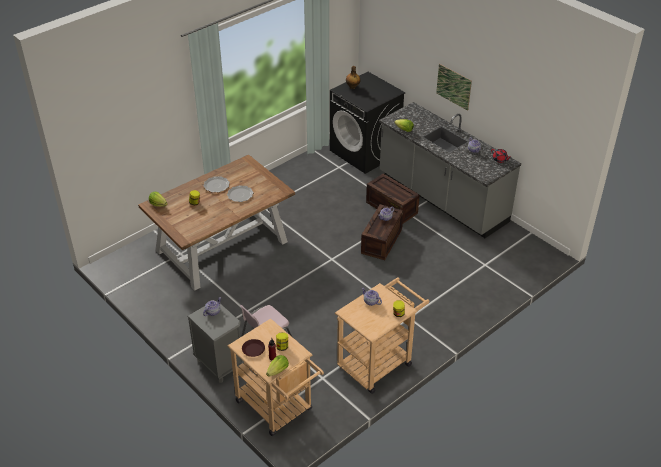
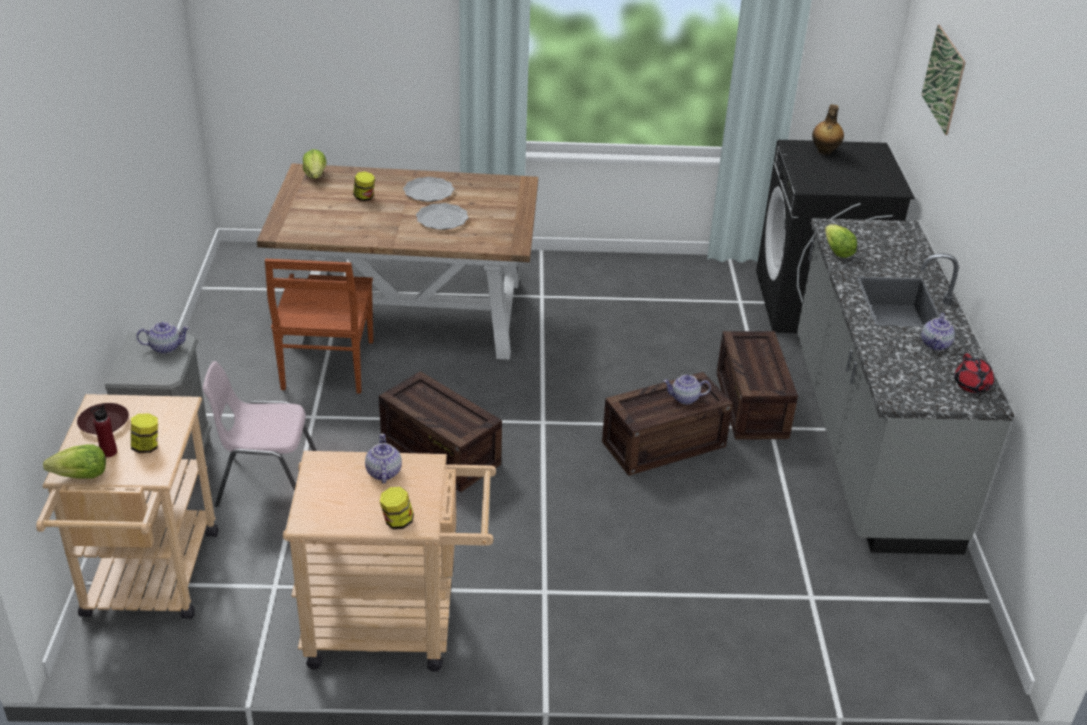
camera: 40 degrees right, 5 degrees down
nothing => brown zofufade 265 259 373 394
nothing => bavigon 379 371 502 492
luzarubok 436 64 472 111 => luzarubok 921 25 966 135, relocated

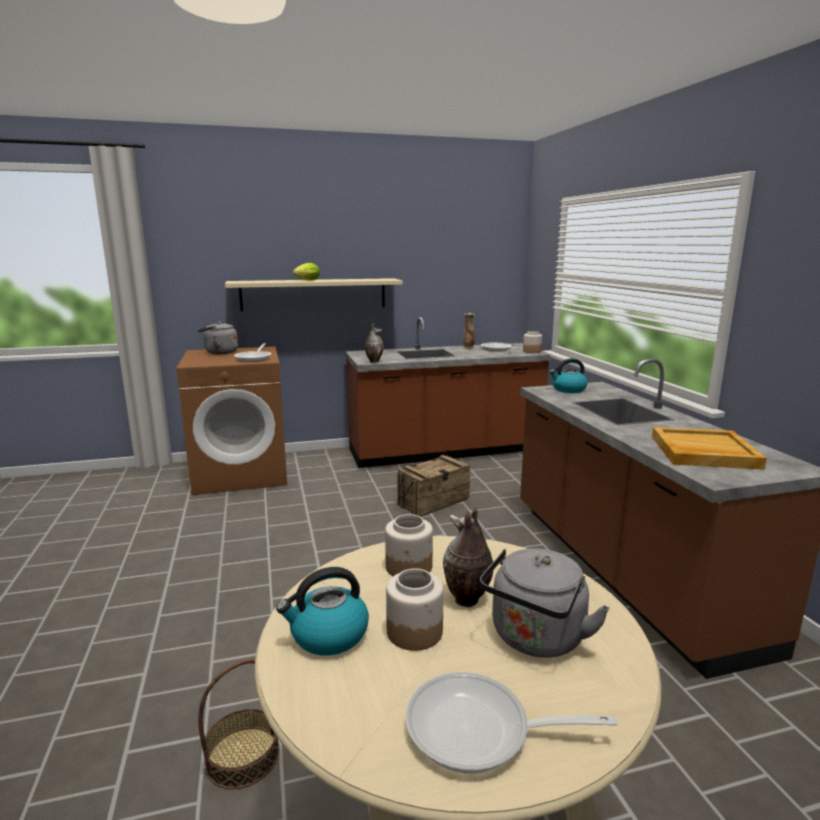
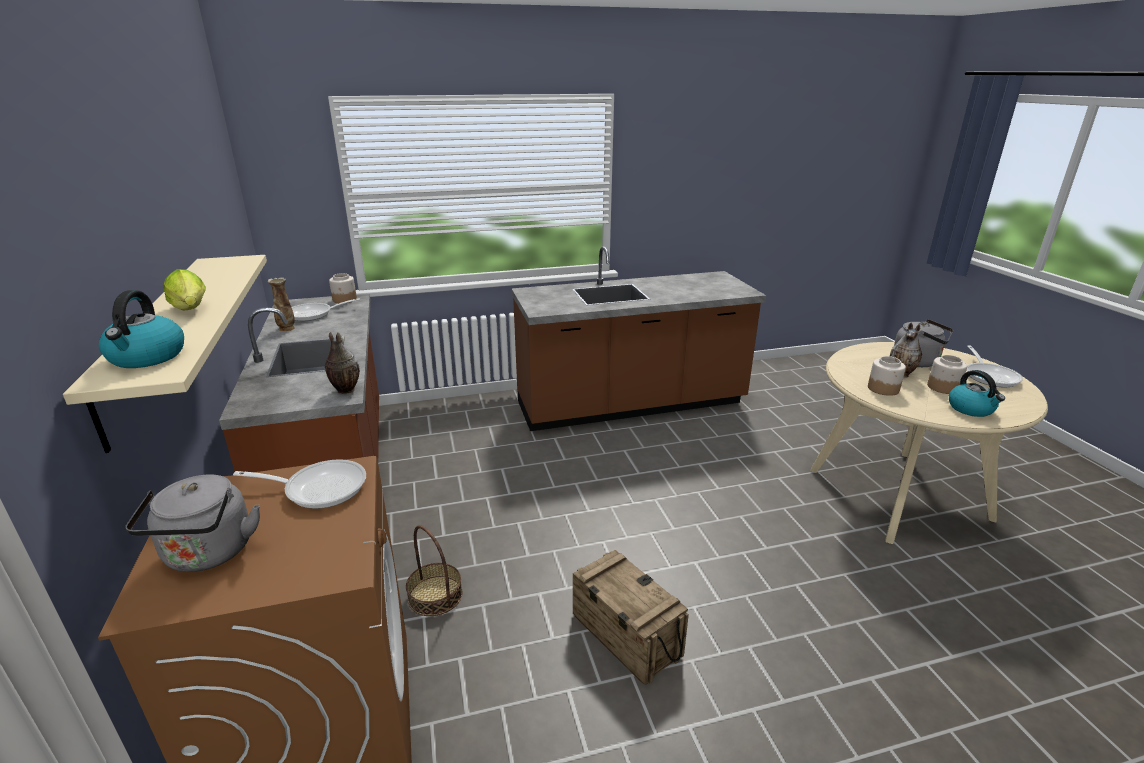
camera: 90 degrees left, 10 degrees up
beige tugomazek 652 427 767 470 => nothing
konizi 198 659 279 789 => konizi 406 525 463 616, relocated
bavigon 397 455 470 517 => bavigon 573 550 689 685, relocated
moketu 550 358 587 393 => moketu 99 290 184 368, relocated

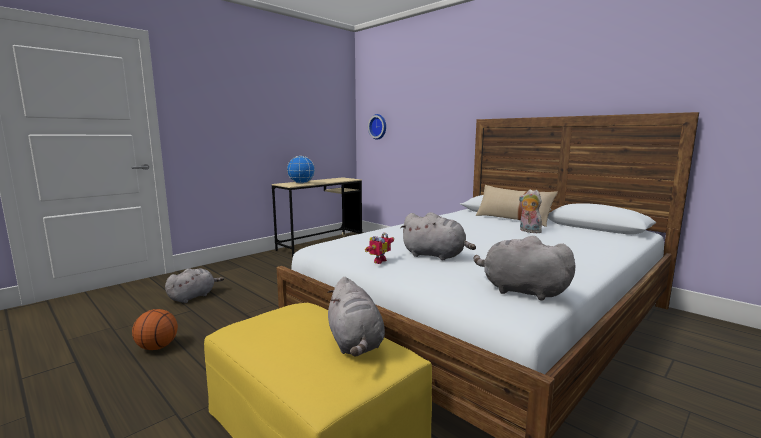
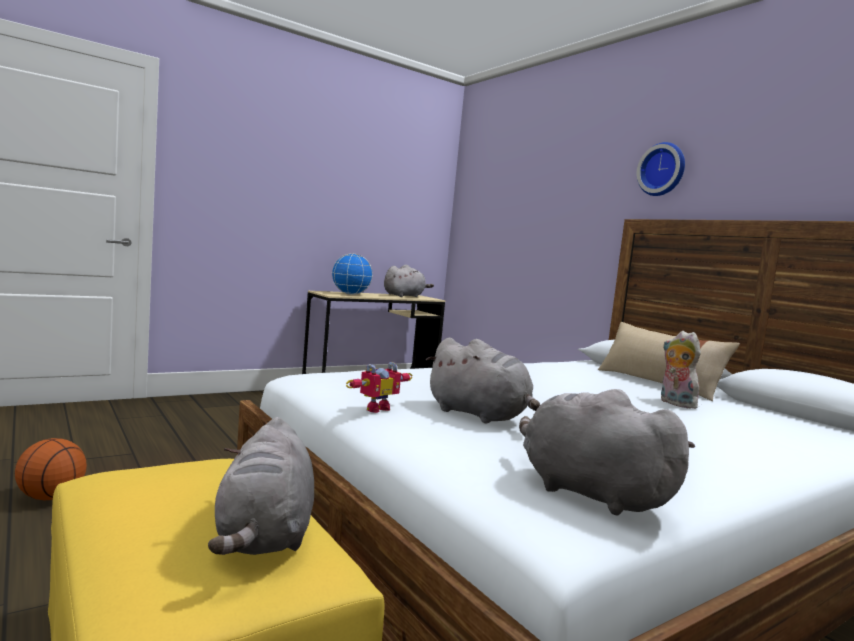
camera: 10 degrees right, 5 degrees down
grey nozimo 165 268 224 303 => grey nozimo 384 265 434 297, relocated
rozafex 368 114 386 140 => rozafex 637 142 685 196, relocated

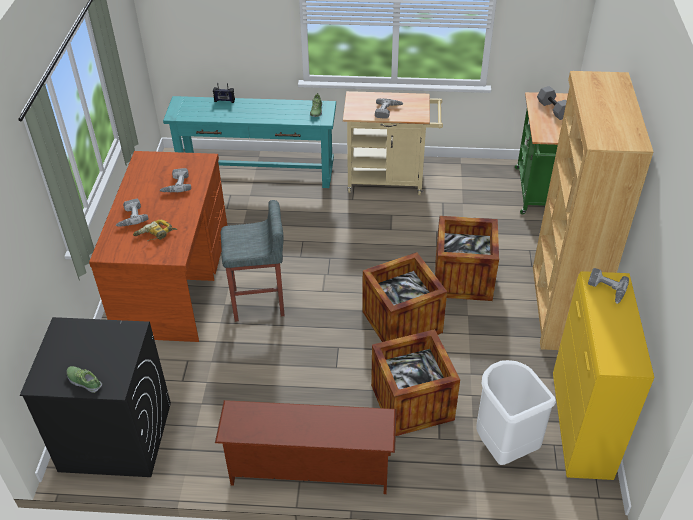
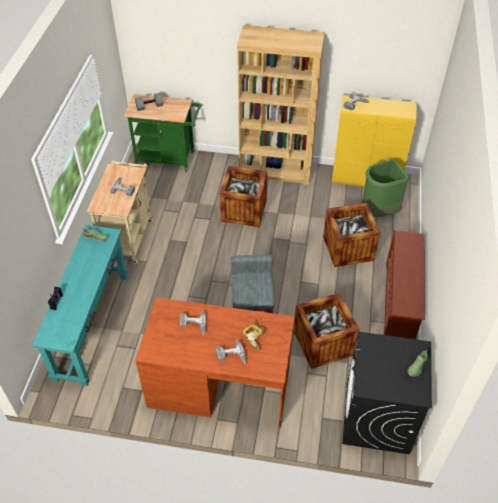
camera: 85 degrees left, 5 degrees up
bavigon 362 252 447 342 => bavigon 294 293 360 369, relocated
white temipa 476 360 556 465 => green temipa 362 159 409 217

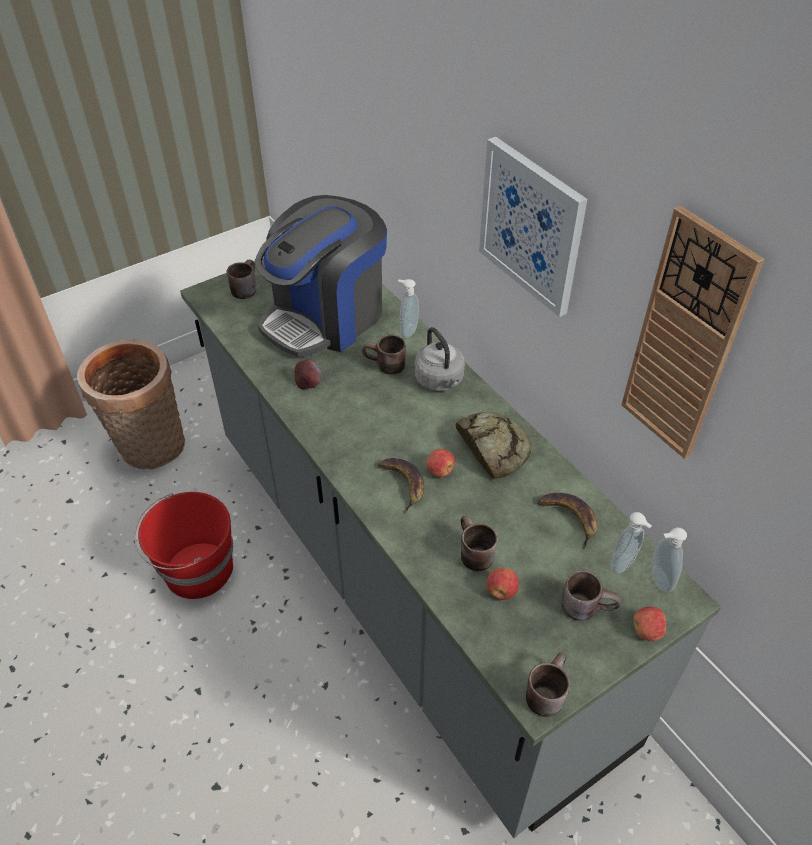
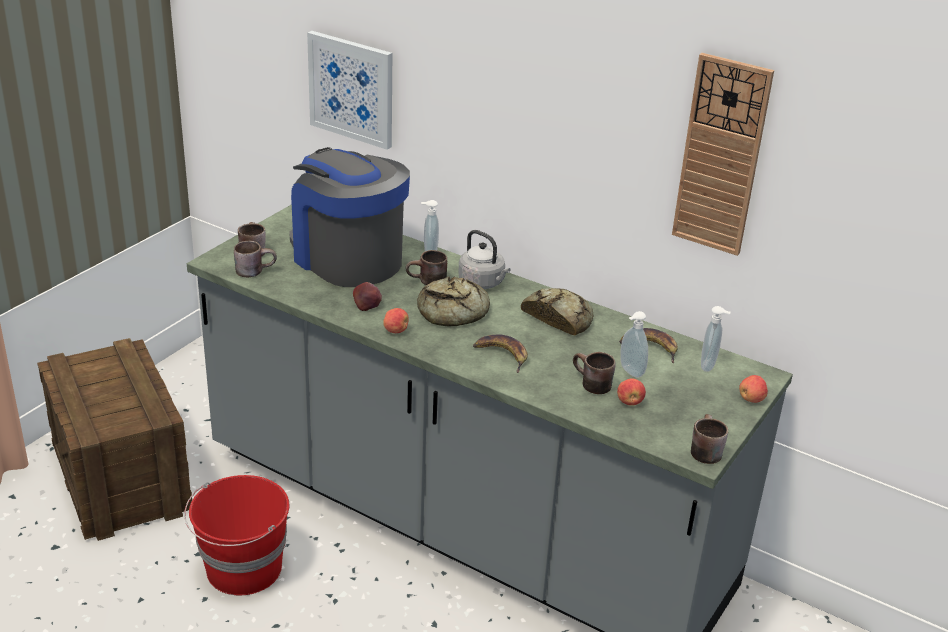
camera: 25 degrees left, 15 degrees down
nothing => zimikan 417 276 490 326
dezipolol 426 449 455 477 => dezipolol 383 308 409 333, relocated
luzarubok 479 137 587 317 => luzarubok 307 31 392 150, relocated
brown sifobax 562 570 621 620 => brown sifobax 234 241 277 277, relocated
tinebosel 652 527 687 592 => tinebosel 620 311 648 378, relocated
konizi 77 339 185 469 => bavigon 37 338 192 541
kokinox 255 195 387 357 => kokinox 289 147 410 287, 120 degrees clockwise

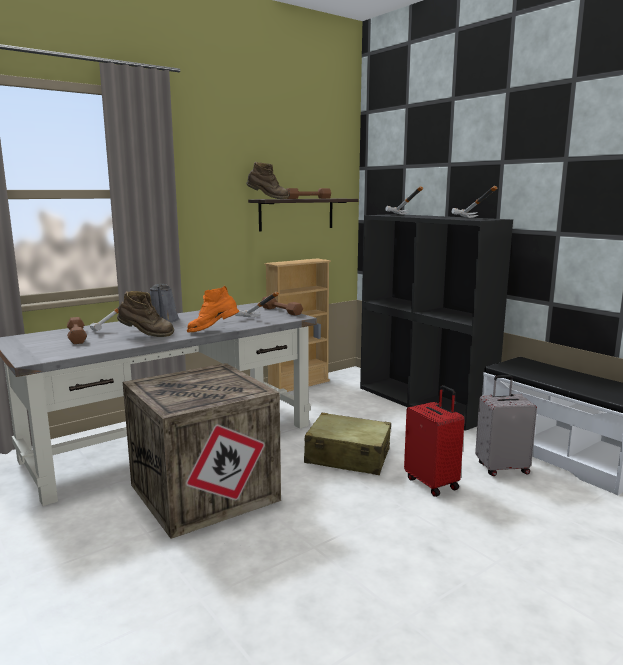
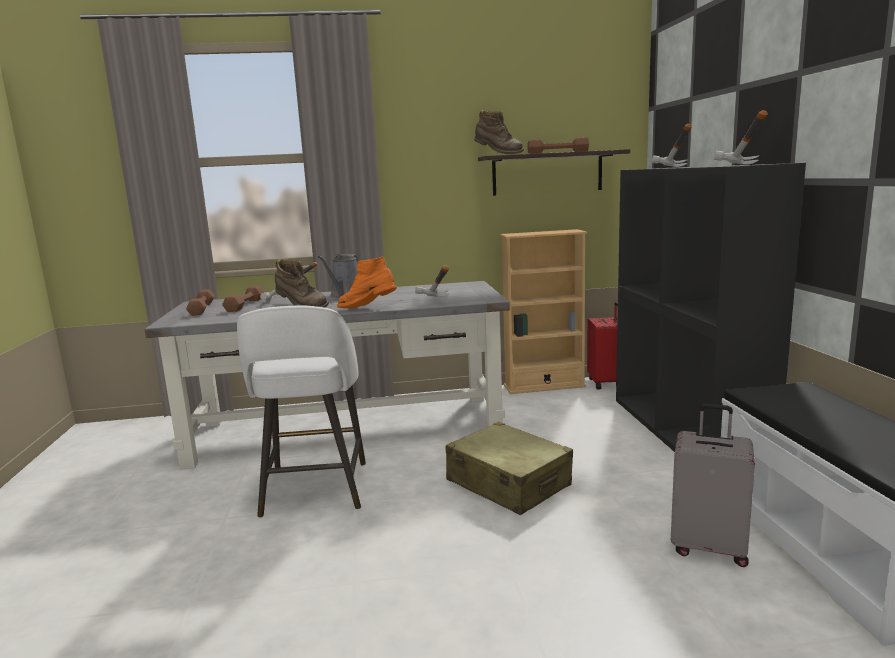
camera: 30 degrees right, 0 degrees up
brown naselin 262 296 303 316 => brown naselin 186 289 215 316, relocated
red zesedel 404 385 465 497 => red zesedel 587 302 618 390, relocated
bavigon 123 363 281 539 => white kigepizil 237 306 366 518

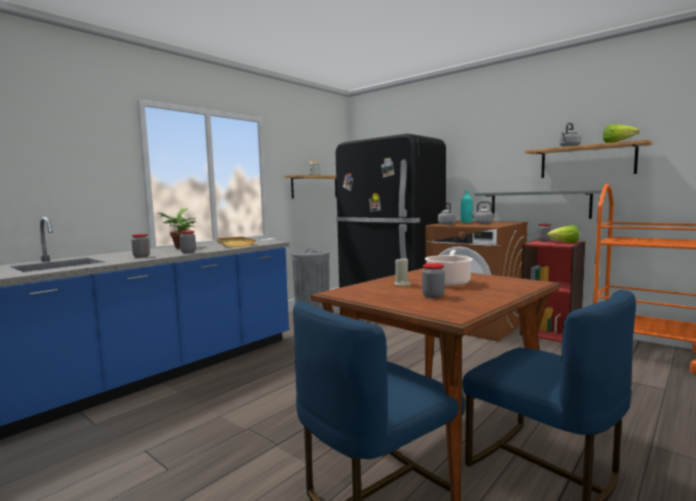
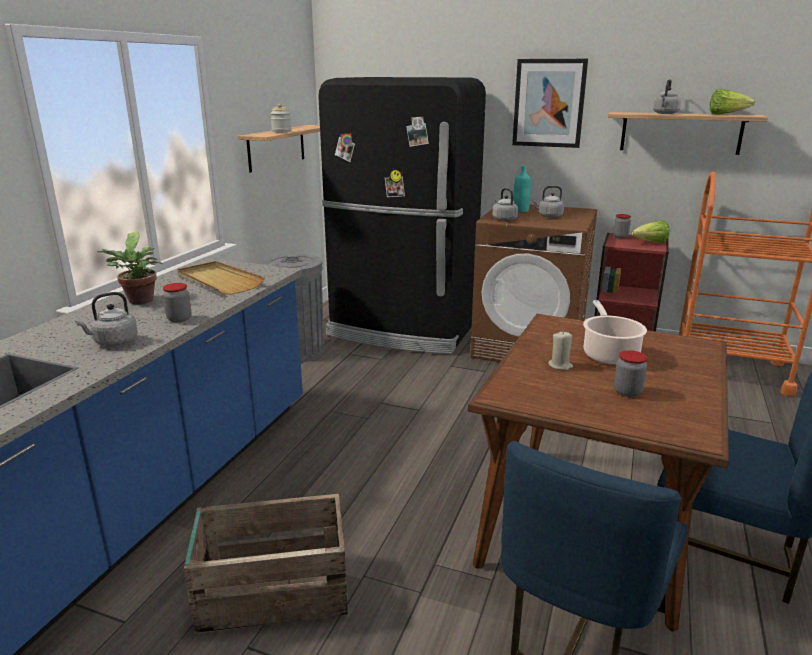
camera: 20 degrees left, 15 degrees up
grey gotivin 475 190 602 219 => nothing
nothing => bavigon 184 494 348 634
nothing => luzarubok 512 59 588 148
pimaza 131 234 150 258 => grey moketu 75 292 138 346

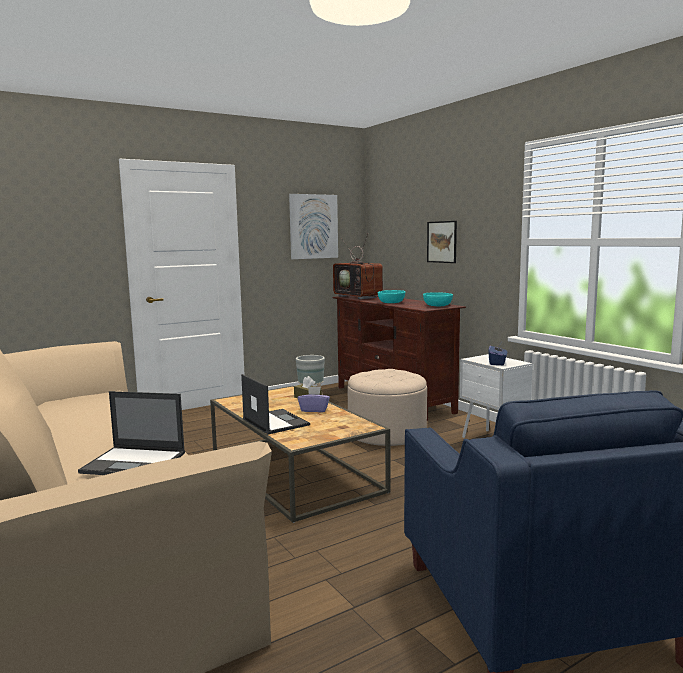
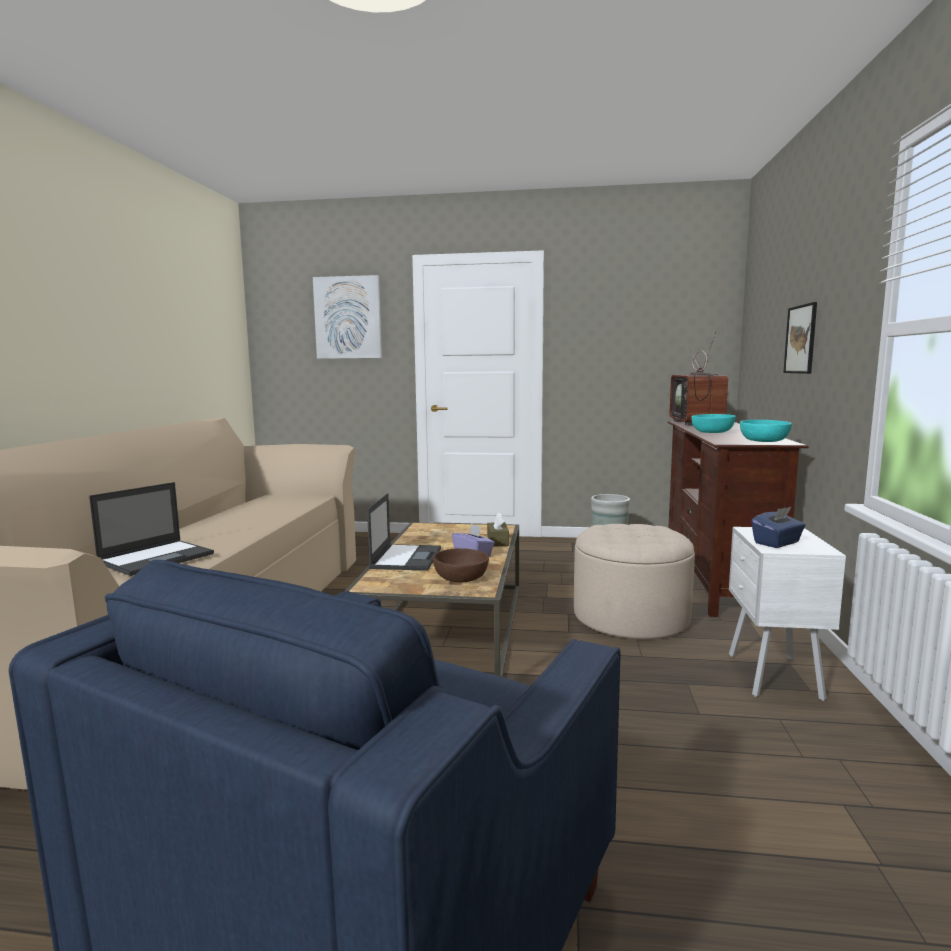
camera: 40 degrees right, 0 degrees up
nothing => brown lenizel 433 548 489 582
luzarubok 289 194 338 259 => luzarubok 313 275 382 359, relocated
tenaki 78 391 185 475 => tenaki 89 482 214 576, 105 degrees counterclockwise

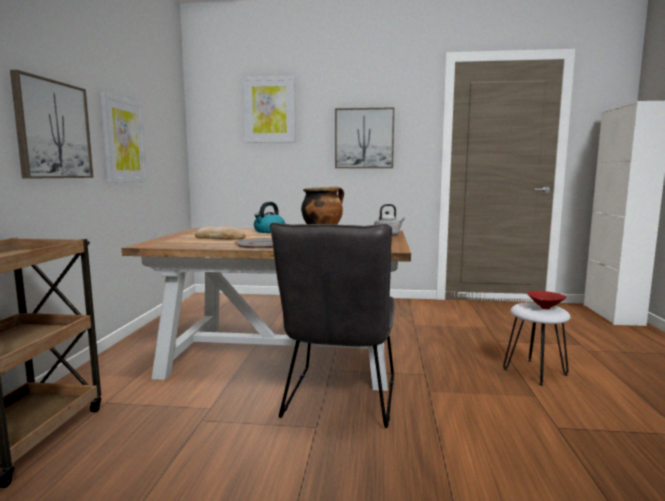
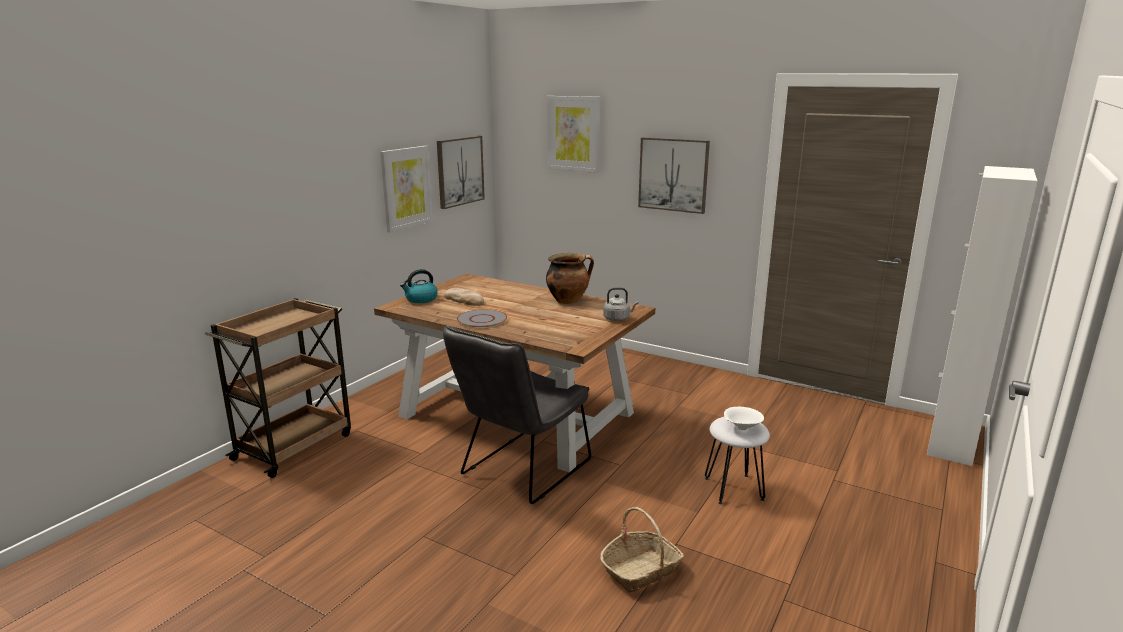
camera: 25 degrees right, 10 degrees up
nothing => konizi 600 507 684 593
luzarubok 10 70 93 179 => luzarubok 437 136 485 209, relocated
moketu 254 202 285 233 => moketu 400 269 438 303, relocated
red lenizel 527 291 567 309 => white lenizel 724 407 764 430

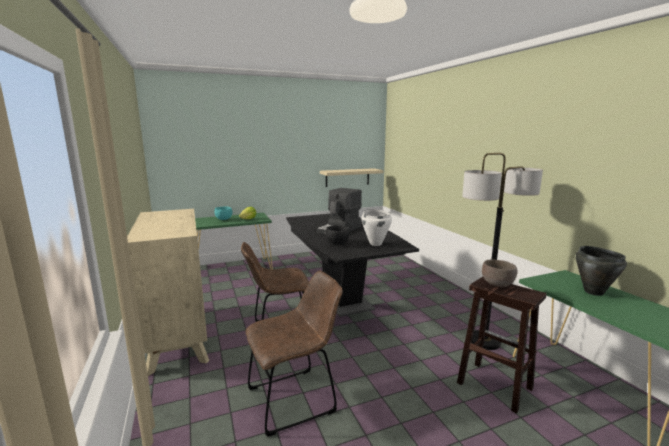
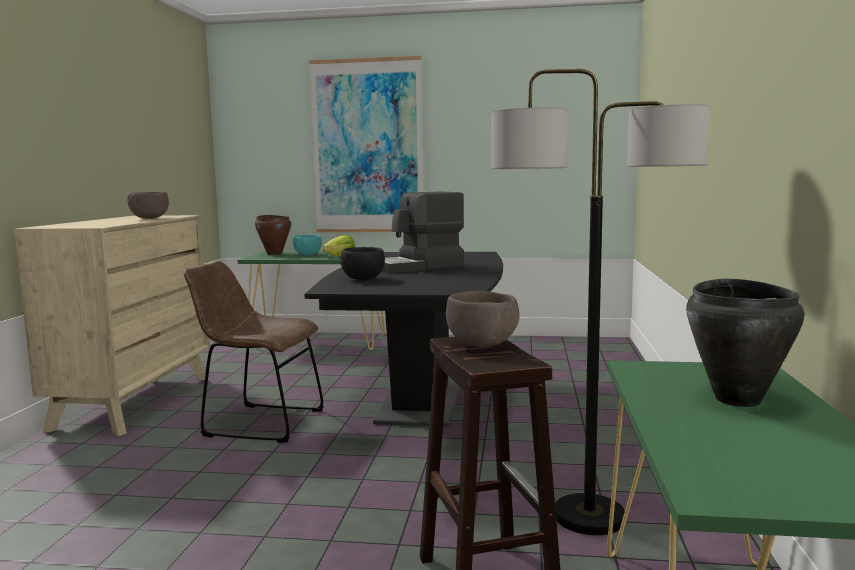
camera: 30 degrees right, 5 degrees down
brown zofufade 245 271 343 437 => nothing
beige gotivin 320 168 384 187 => nothing
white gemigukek 361 209 392 246 => nothing
nothing => brown lenizel 127 192 169 219
nothing => brown gemigukek 255 215 291 255
nothing => luzarubok 309 56 423 232

